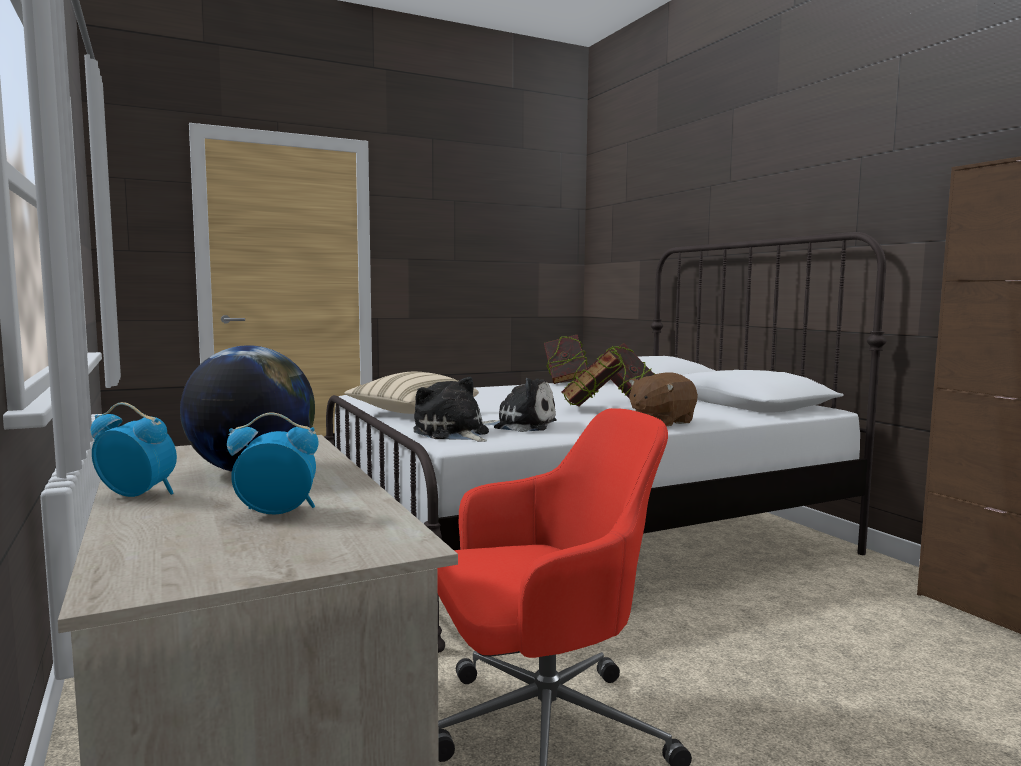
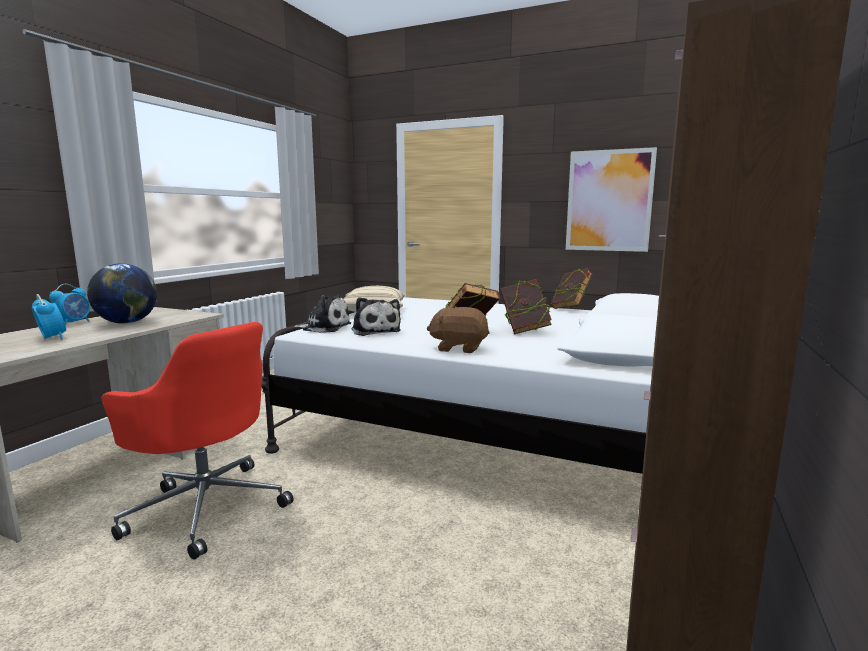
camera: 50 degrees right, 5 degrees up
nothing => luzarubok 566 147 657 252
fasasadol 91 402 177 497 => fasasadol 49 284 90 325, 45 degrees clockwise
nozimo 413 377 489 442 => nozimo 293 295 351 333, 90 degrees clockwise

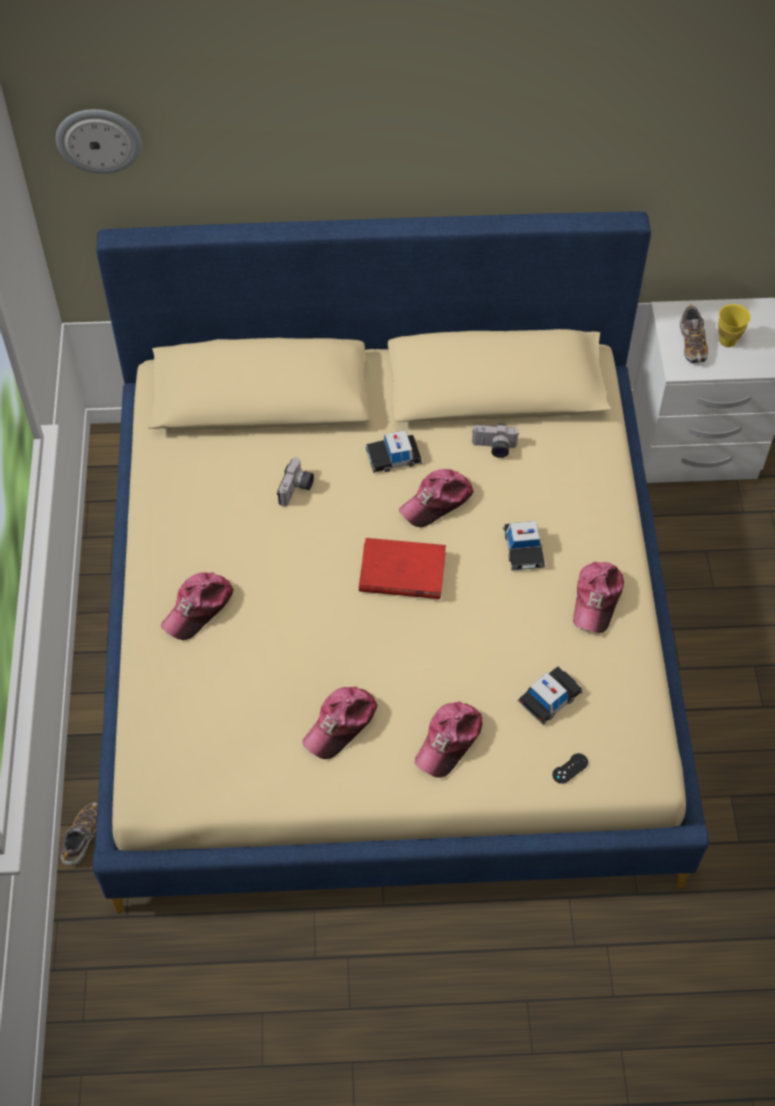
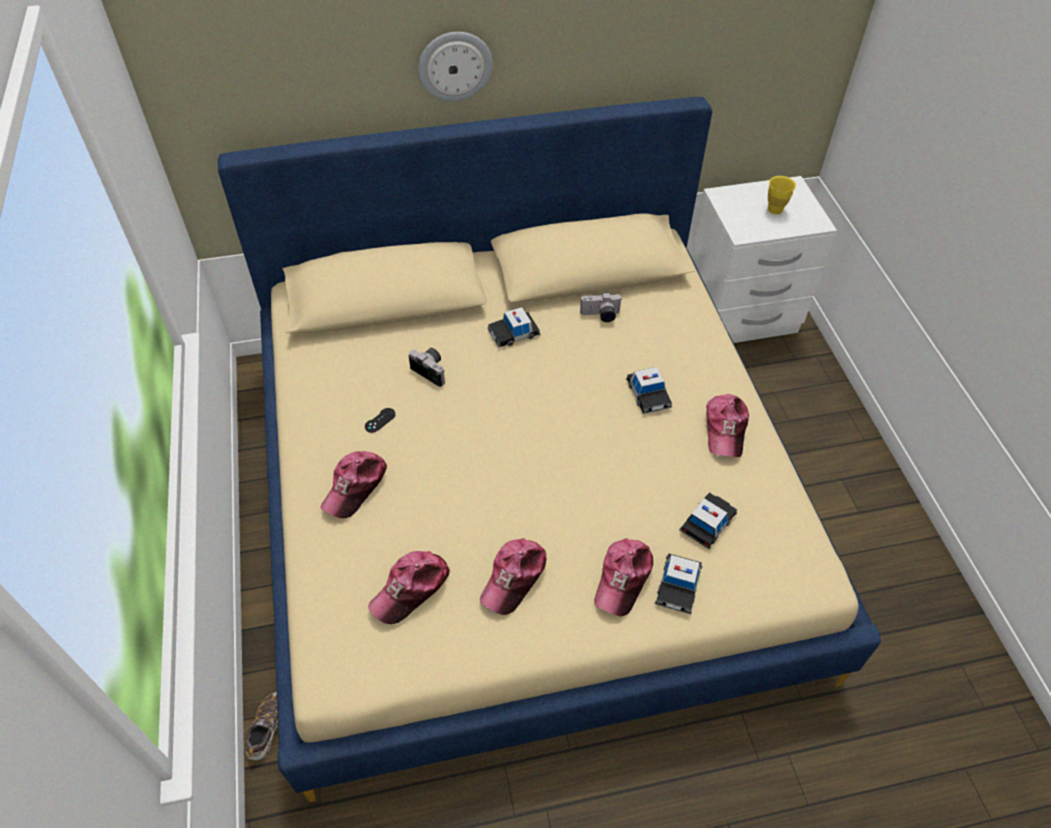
camera: 10 degrees left, 5 degrees down
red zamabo 359 538 446 599 => nothing
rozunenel 680 304 709 364 => nothing
nothing => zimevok 655 553 703 614
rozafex 56 109 142 174 => rozafex 418 32 493 101, relocated
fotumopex 399 469 474 527 => fotumopex 368 551 450 624, relocated
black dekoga 552 753 588 784 => black dekoga 365 408 396 433, relocated
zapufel 277 457 314 507 => zapufel 409 348 445 387, 60 degrees counterclockwise

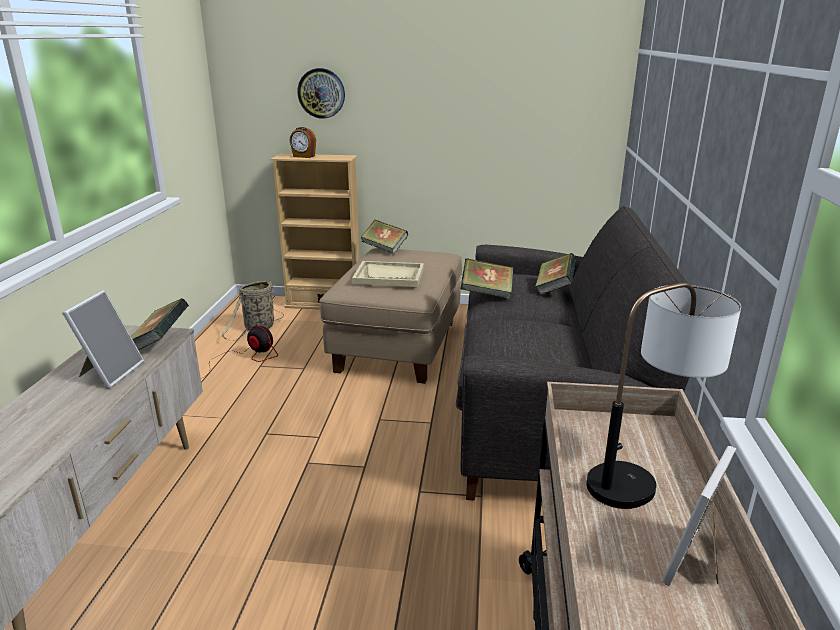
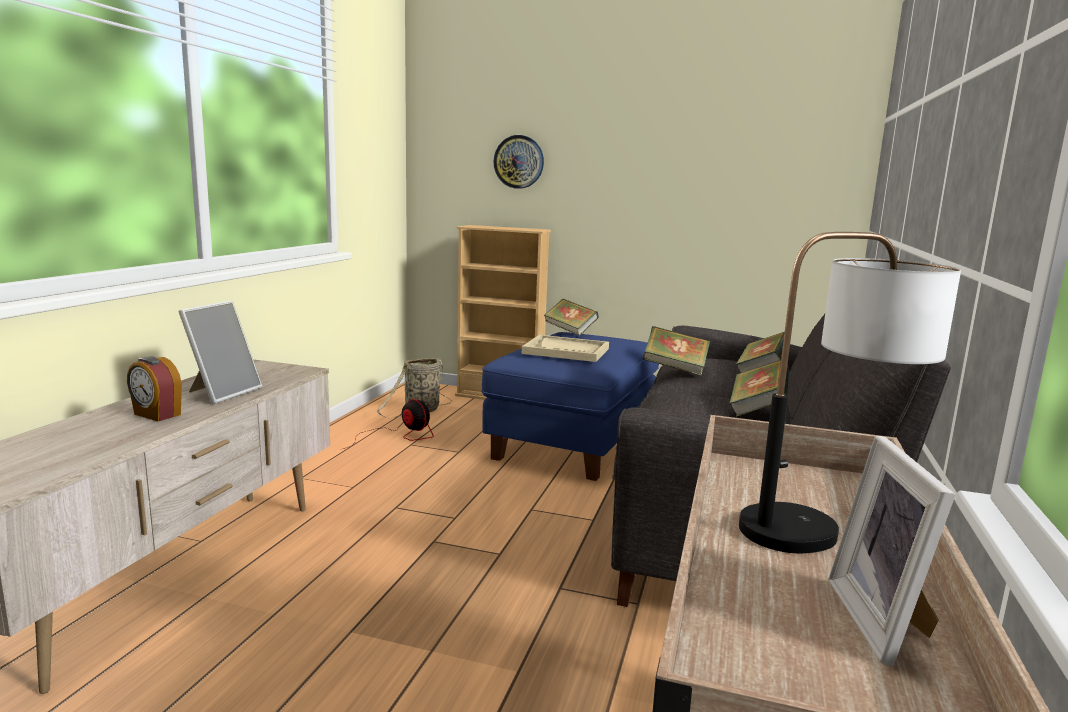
camera: 10 degrees right, 10 degrees down
zamabo 131 298 189 350 => zamabo 729 360 789 417, relocated
fasasadol 290 127 316 158 => fasasadol 127 356 182 422, relocated
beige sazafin 320 248 462 384 => blue sazafin 481 332 659 481
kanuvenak 662 446 736 586 => kanuvenak 828 435 956 666, 45 degrees counterclockwise

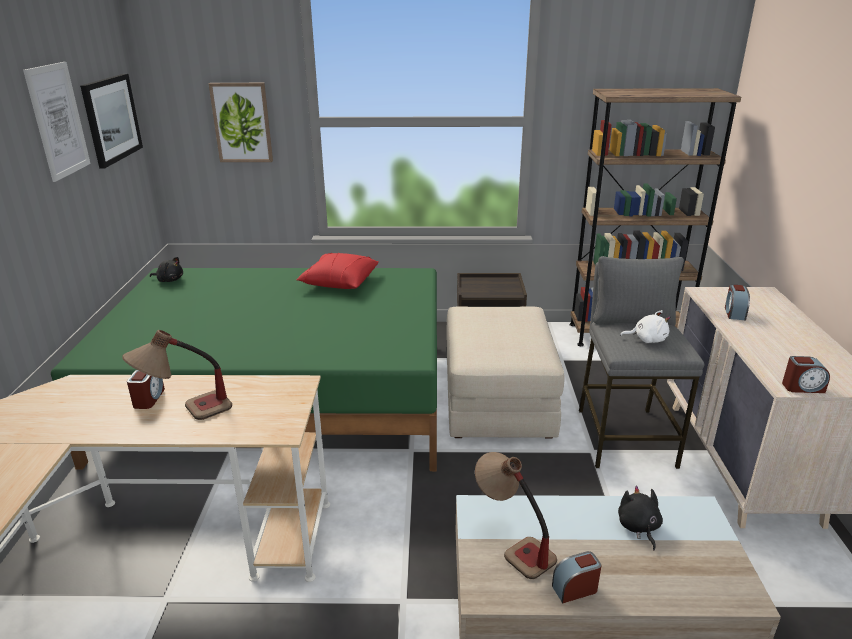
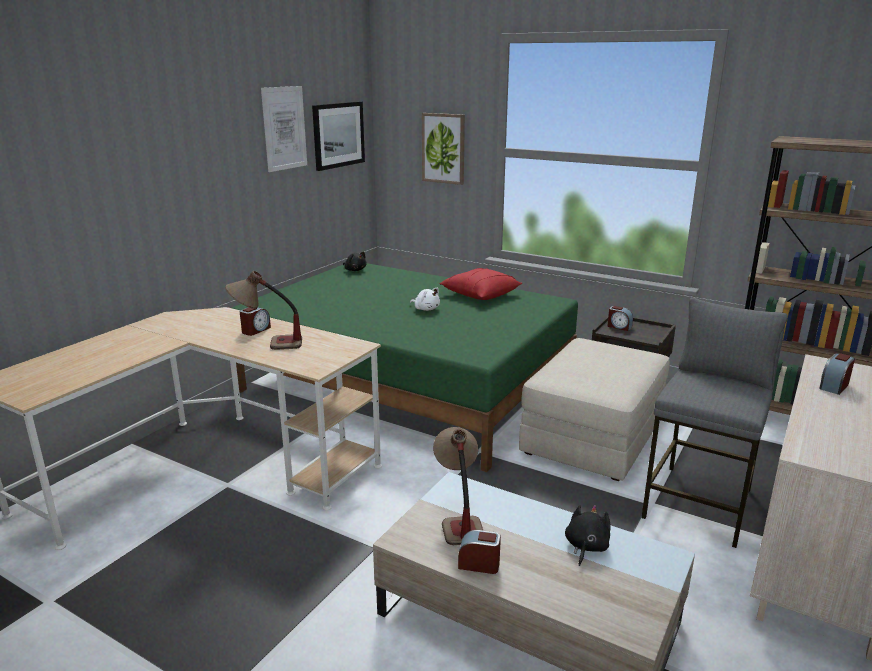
camera: 30 degrees right, 5 degrees down
white nozimo 620 310 670 343 => white nozimo 410 288 440 311, relocated
fasasadol 782 356 830 393 => fasasadol 608 306 633 331, relocated

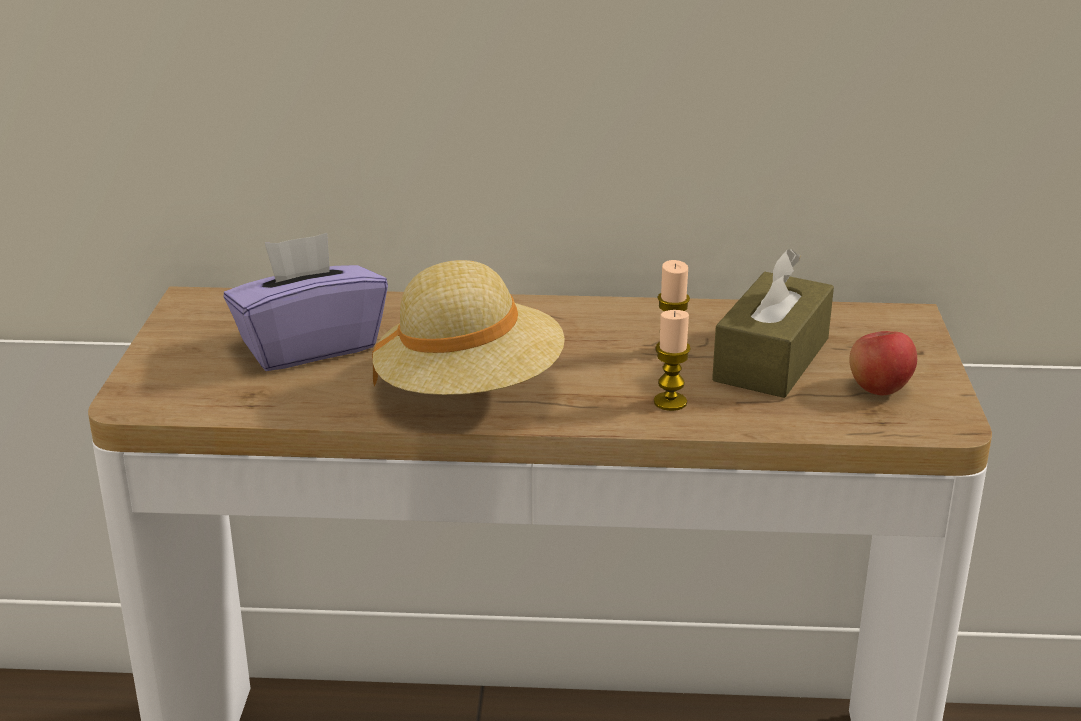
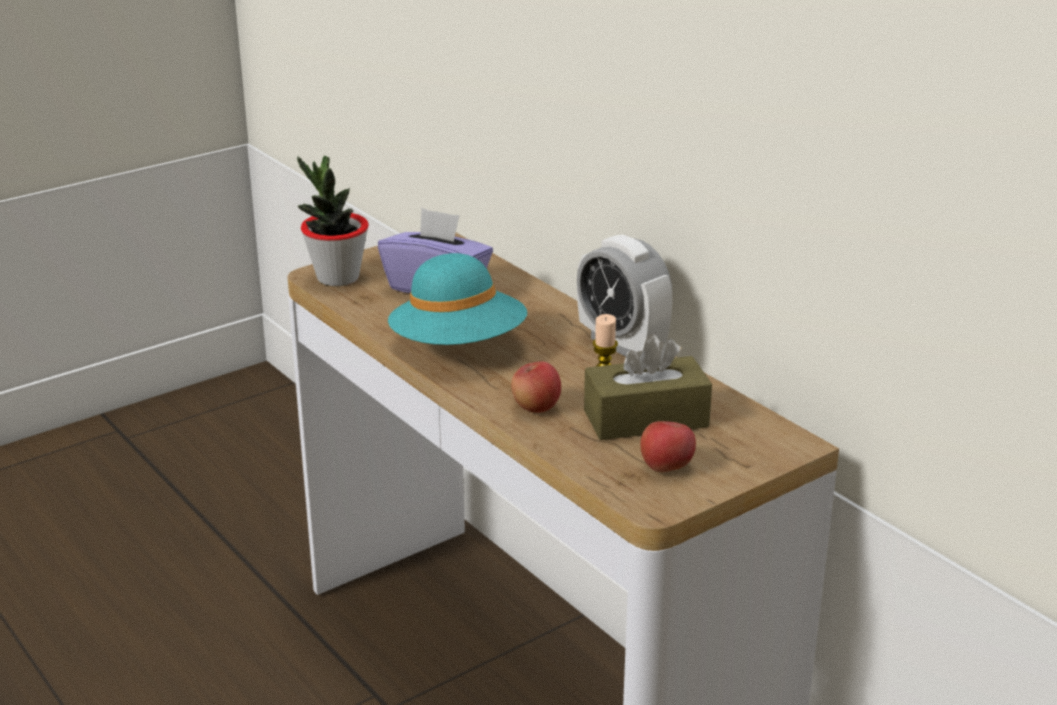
camera: 50 degrees right, 0 degrees up
nothing => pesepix 297 156 369 286
nothing => fasasadol 577 235 673 356
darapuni 654 310 691 411 => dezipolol 511 361 561 413
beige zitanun 372 260 565 395 => turquoise zitanun 388 253 527 345

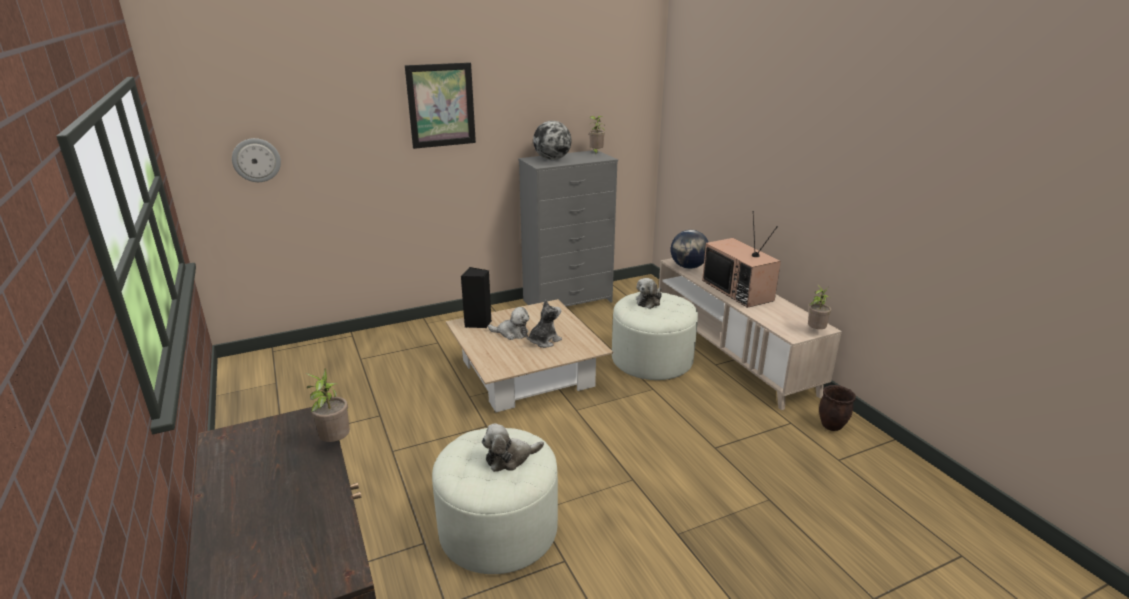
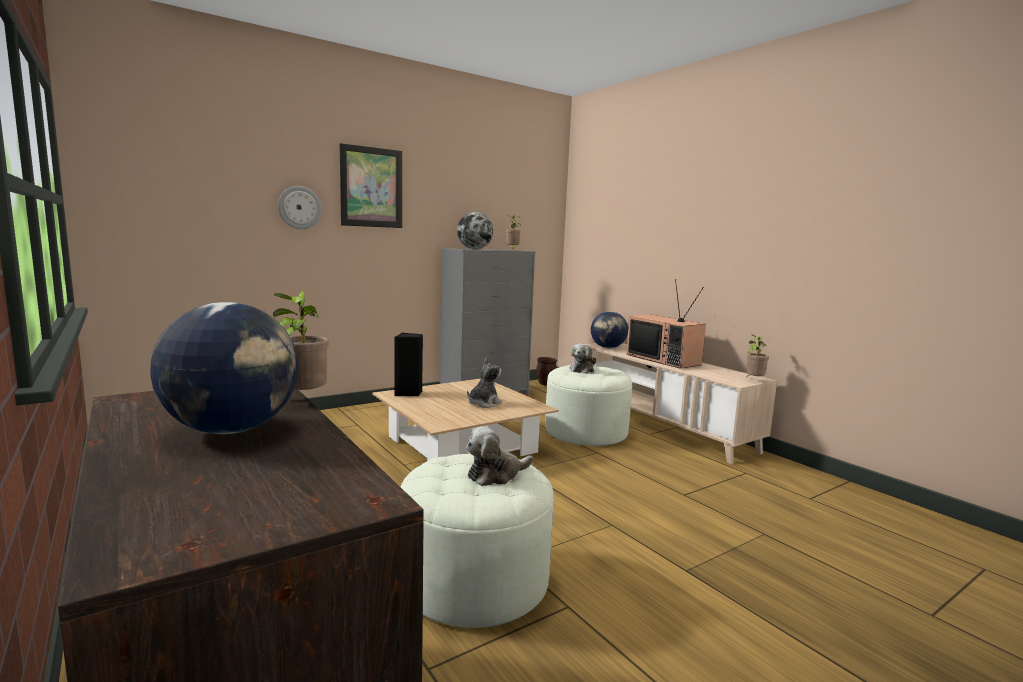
camera: 10 degrees left, 15 degrees down
nozimo 488 307 530 340 => nothing
nothing => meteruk 150 302 298 434
rozafex 232 138 281 182 => rozafex 278 186 322 229, relocated
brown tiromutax 819 385 856 431 => brown tiromutax 536 357 557 385, relocated

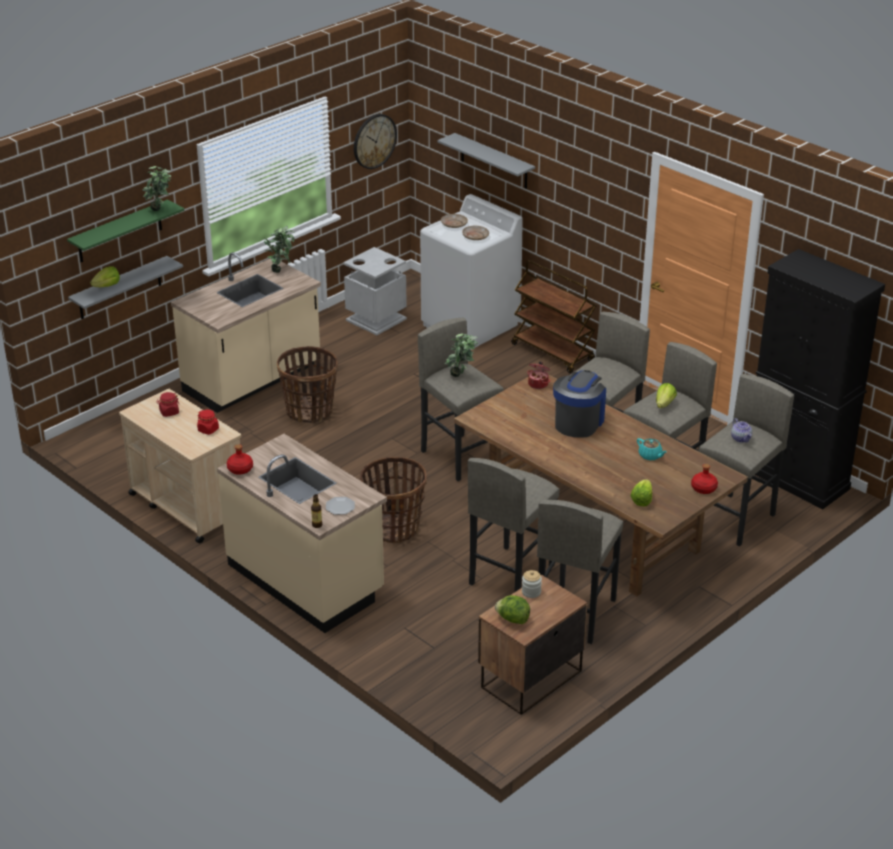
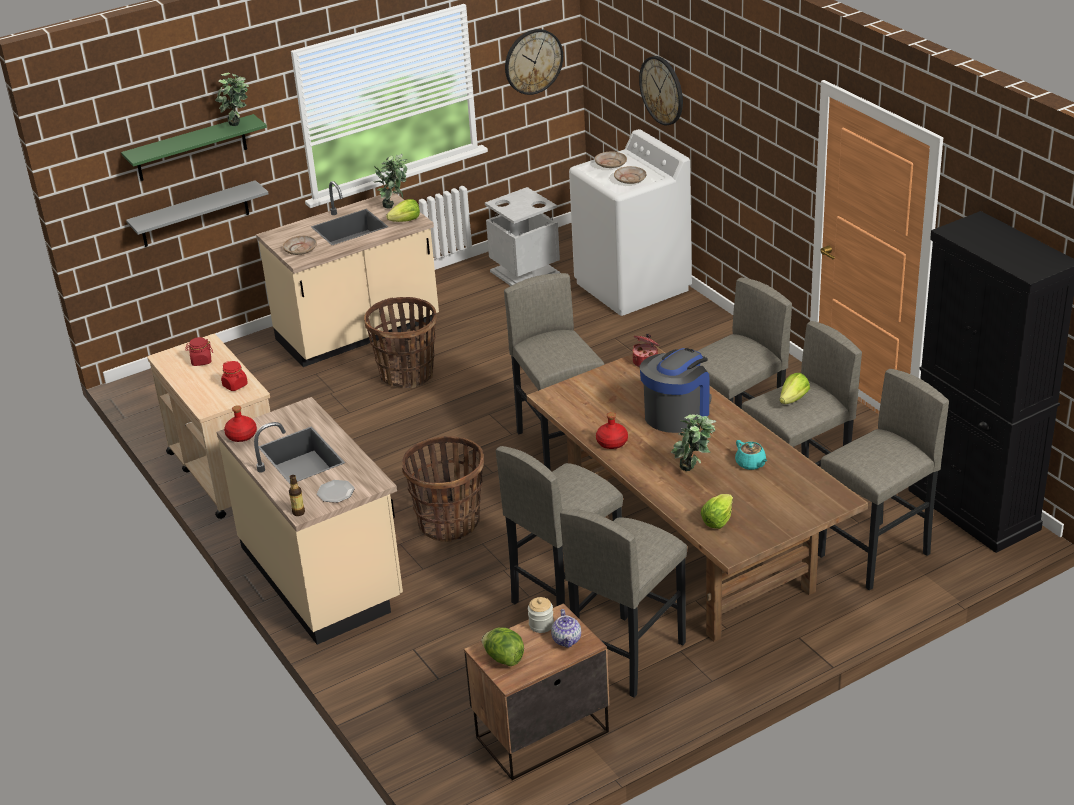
camera: 15 degrees right, 0 degrees up
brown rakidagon 511 260 597 373 => nothing
nothing => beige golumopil 283 236 317 255
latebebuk 90 266 120 287 => latebebuk 386 199 420 222, relocated
pesepix 444 333 478 377 => pesepix 671 414 717 471, relocated
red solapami 691 464 718 494 => red solapami 596 412 628 449, relocated
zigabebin 731 418 752 443 => zigabebin 551 609 581 648, relocated
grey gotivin 437 133 535 189 => rozafex 639 56 683 125

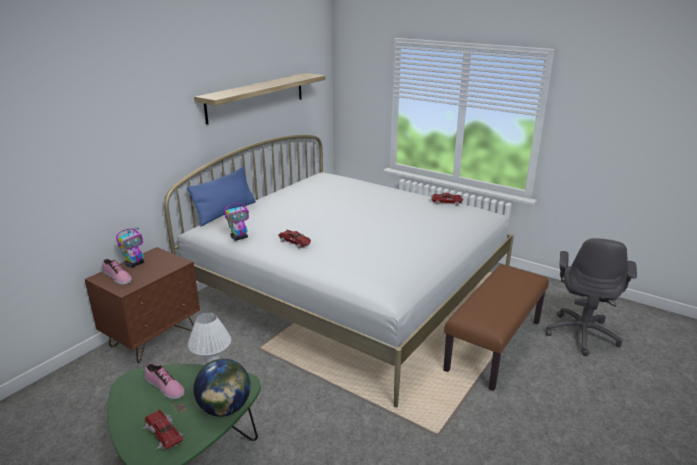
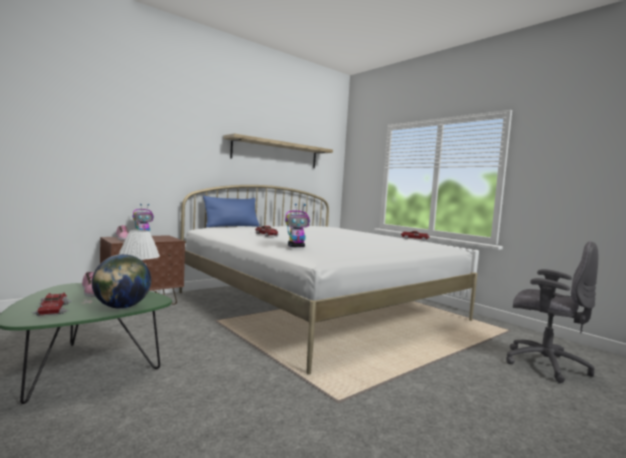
camera: 15 degrees right, 20 degrees down
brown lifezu 443 265 549 391 => nothing
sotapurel 225 202 249 241 => sotapurel 285 203 310 247, relocated
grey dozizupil 546 238 637 356 => grey dozizupil 506 241 598 383, 90 degrees counterclockwise

